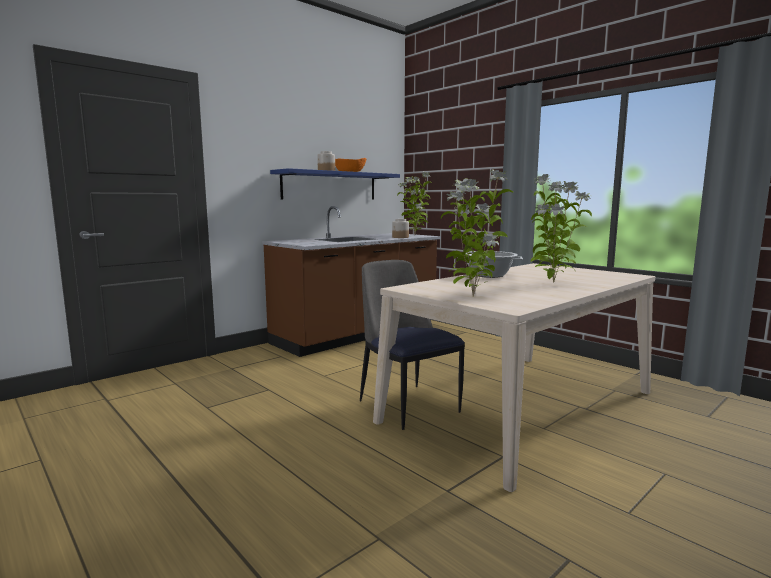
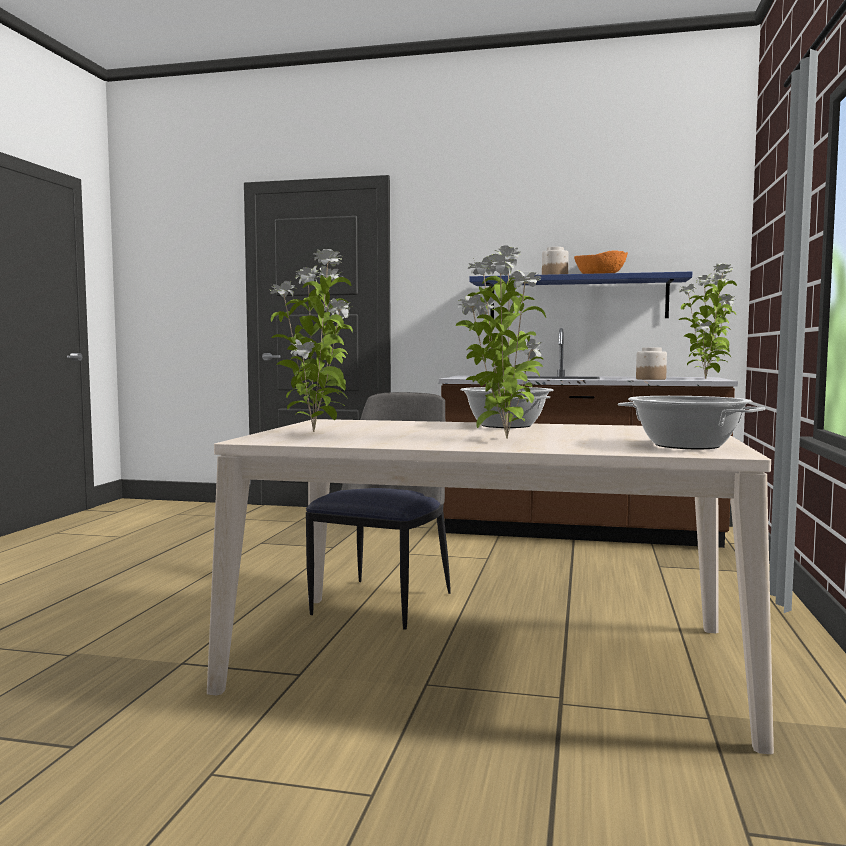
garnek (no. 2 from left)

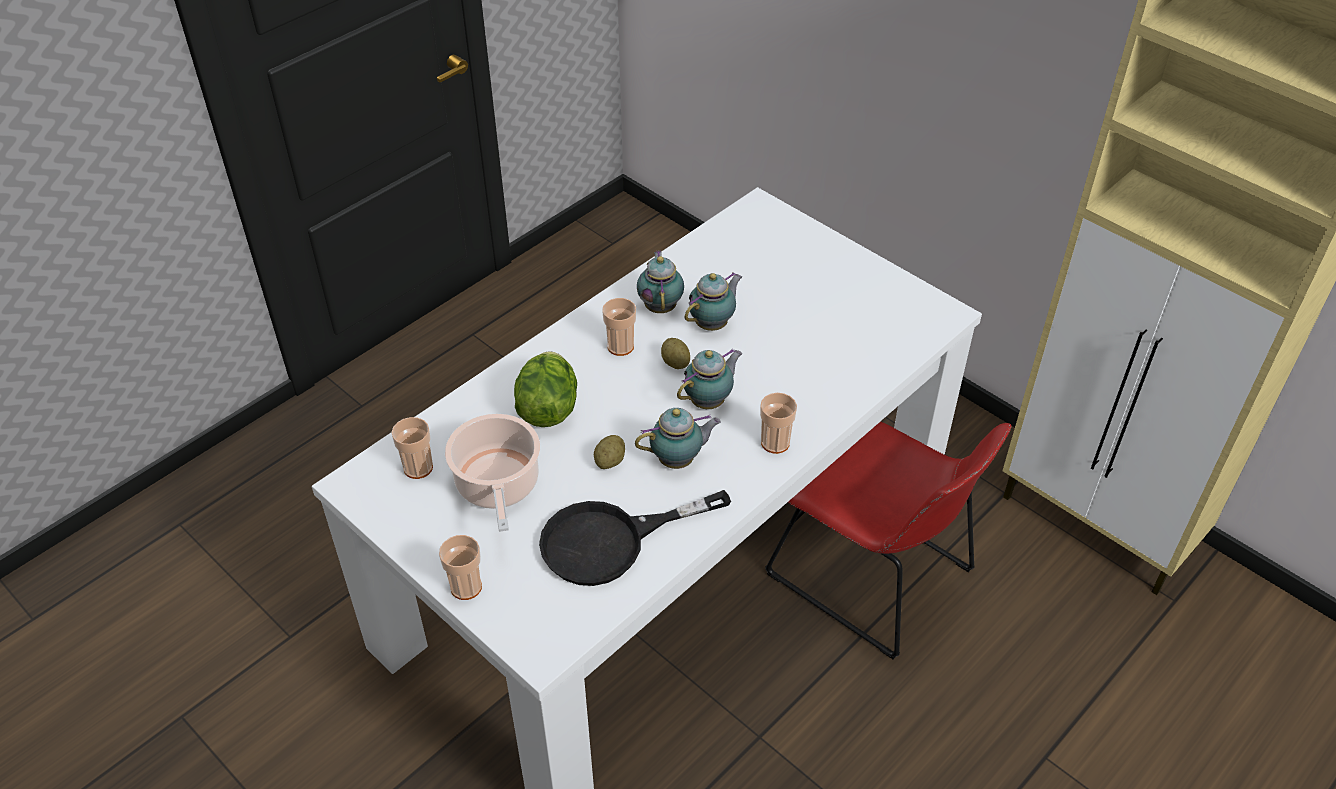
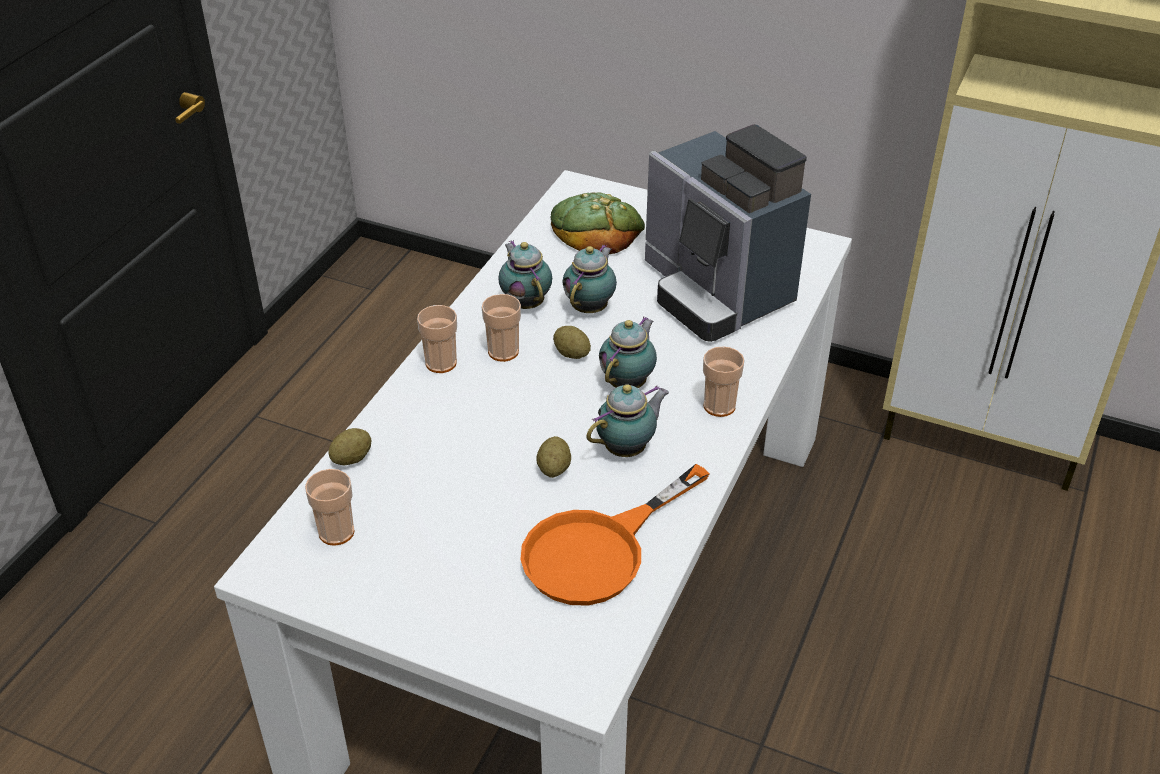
ziemniak (no. 1 from left)
filiżanka (no. 2 from left)
patelnia [pomarańczowy]
chleb
ekspres do kawy
garnek
sałata
krzesło [czerwony]

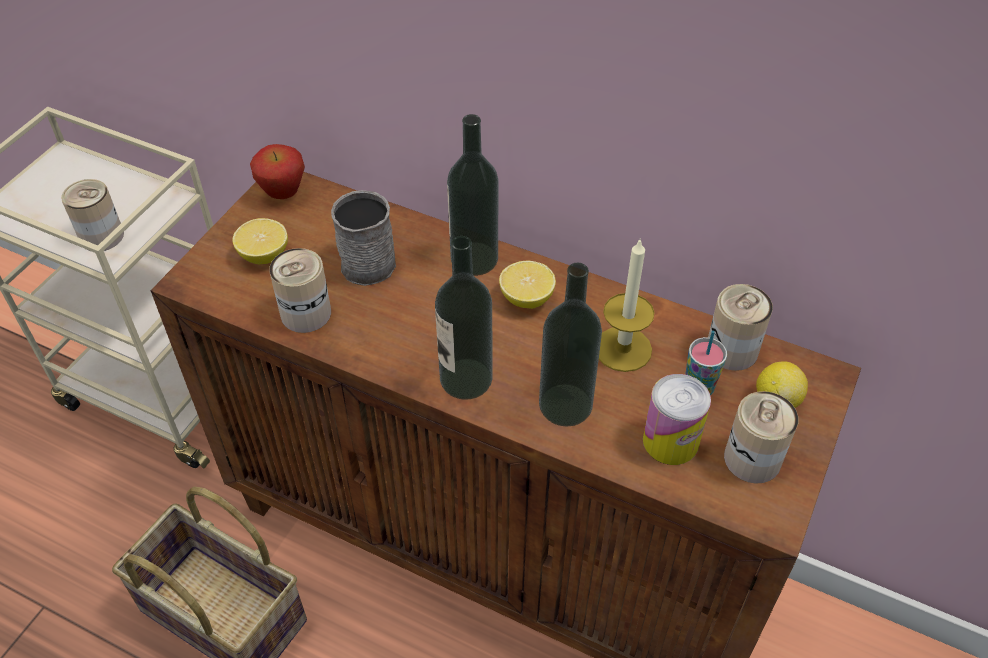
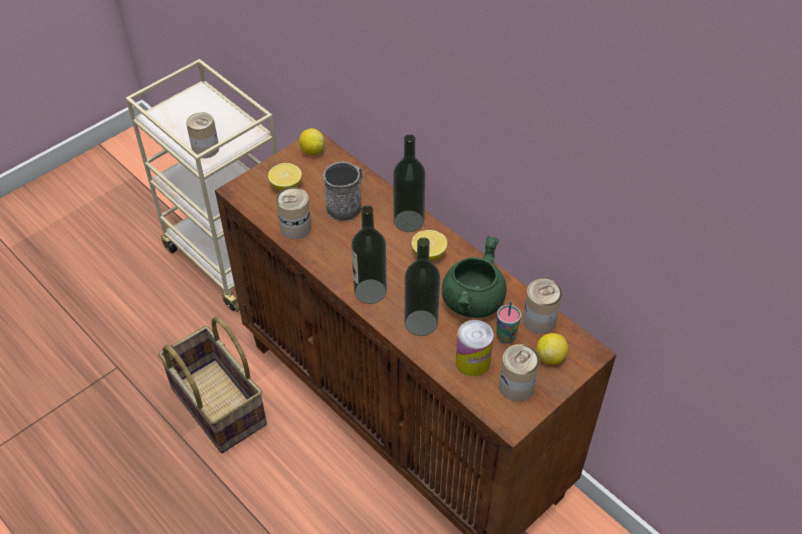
cytryna (no. 2 from left)
garnek [zielony]

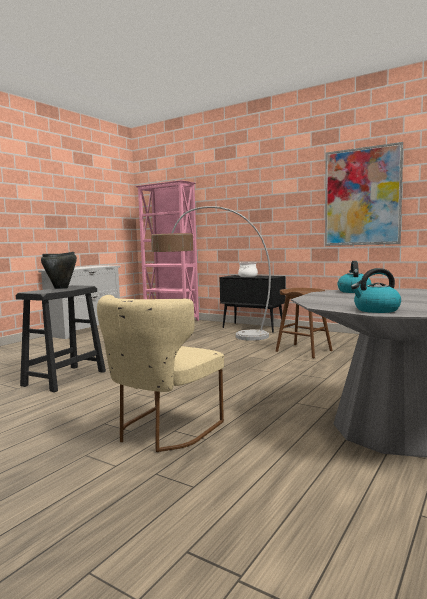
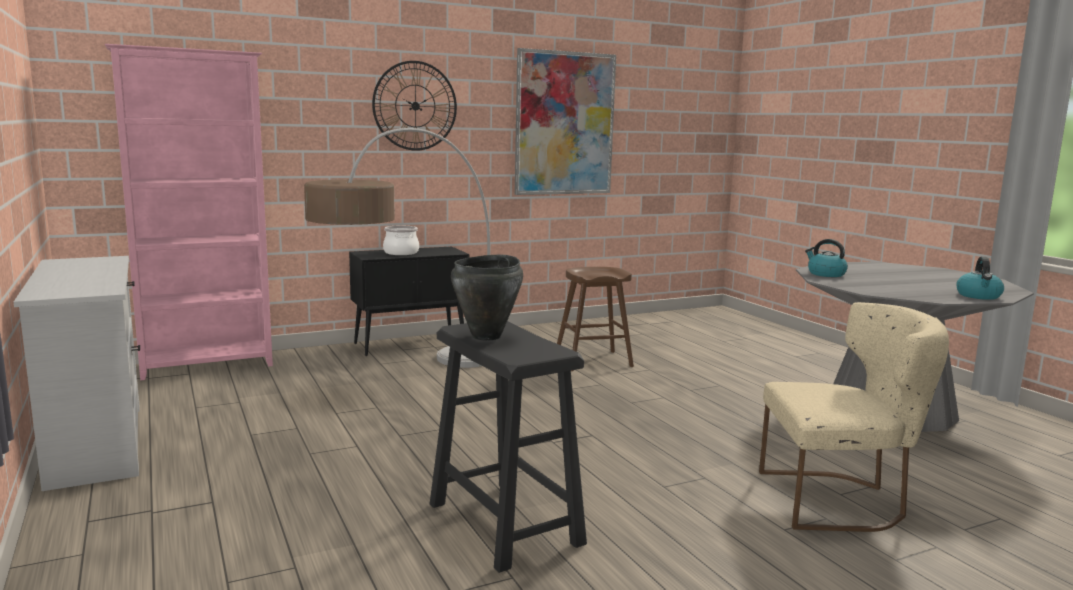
zegar ścienny
krzesło [beżowy]

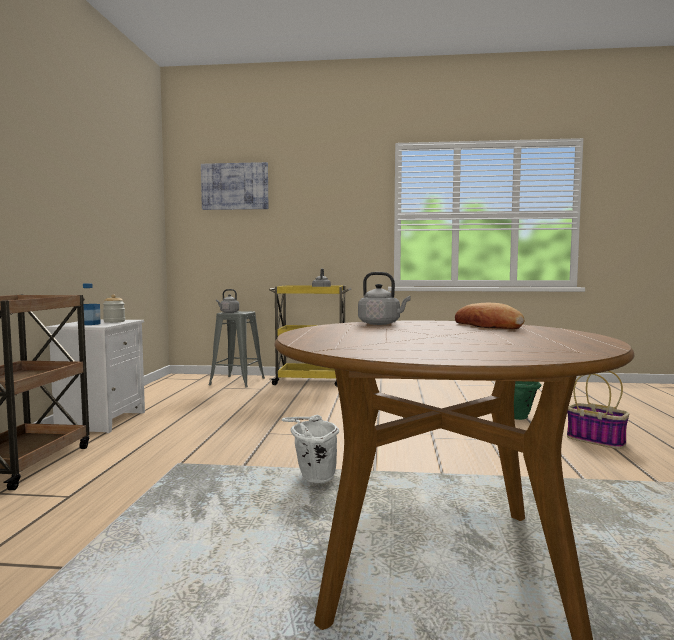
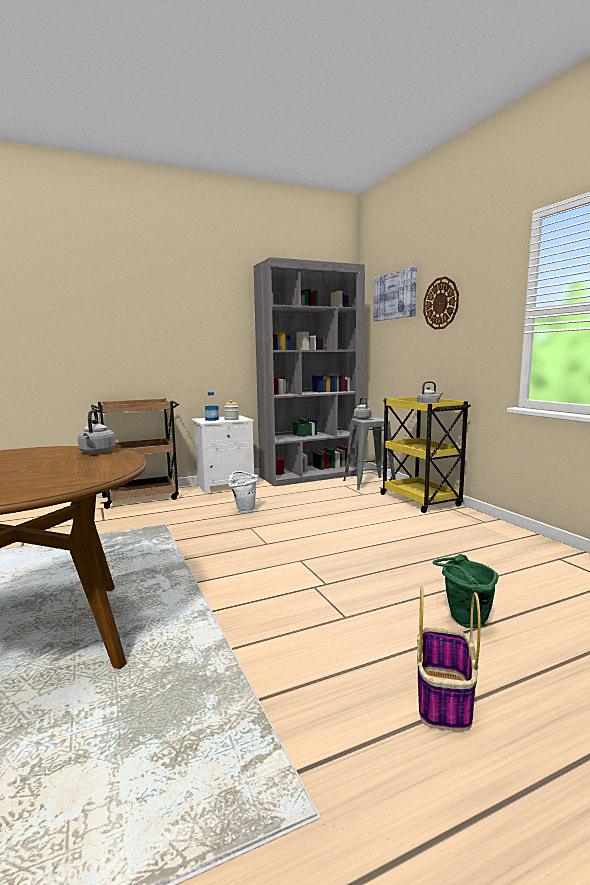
wiadro [biały]
regał [szary]
zegar ścienny
chleb

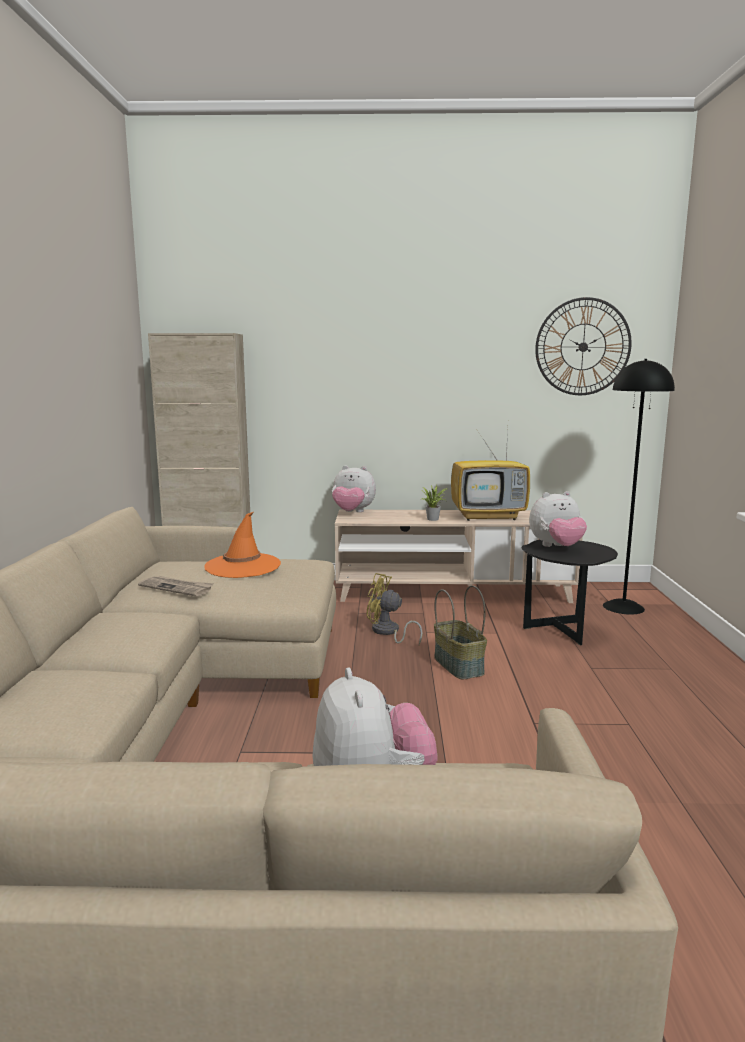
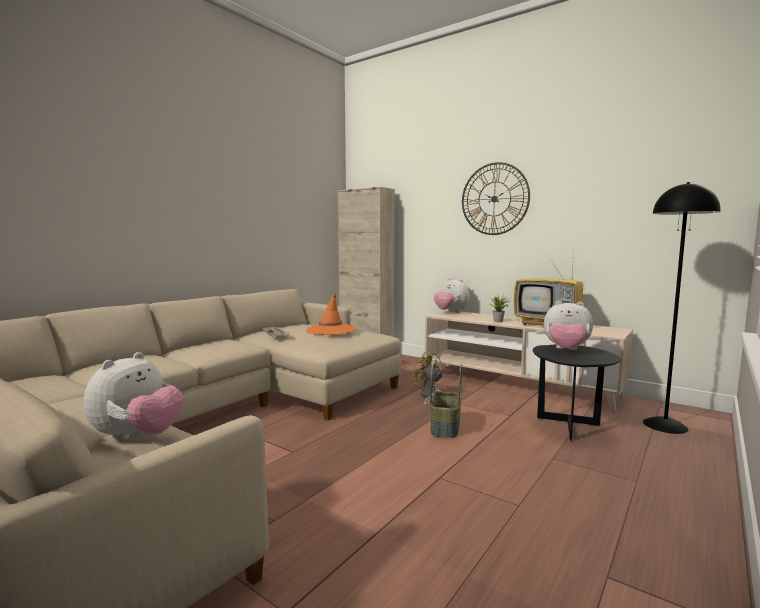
zegar ścienny

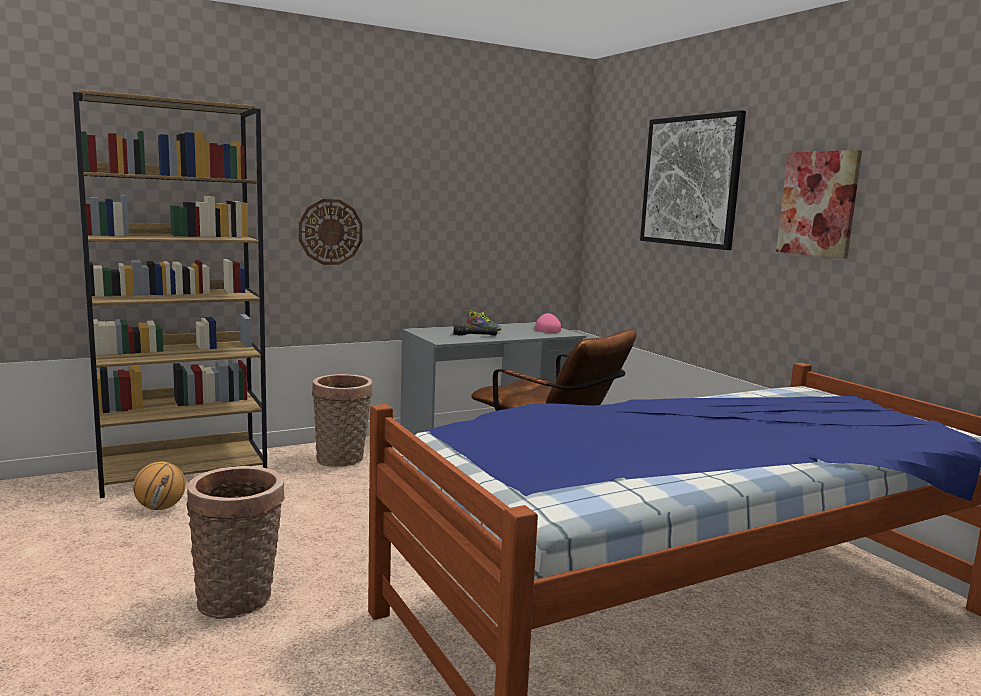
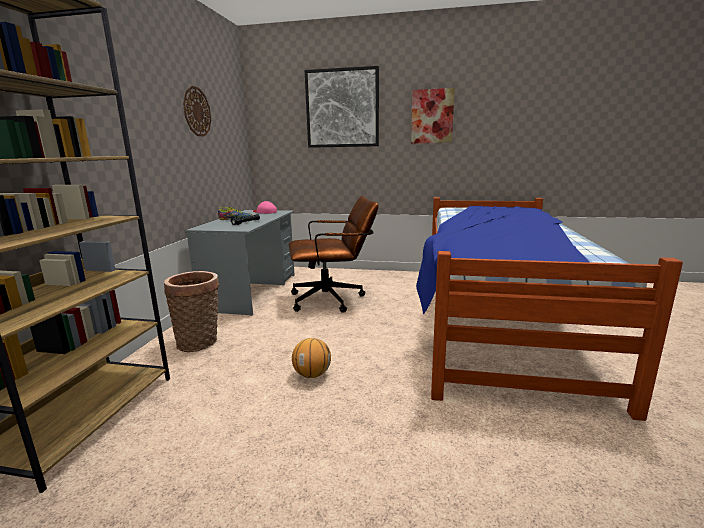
zegar ścienny
piłka do koszykówki
koszyk (no. 1 from left in the first image)

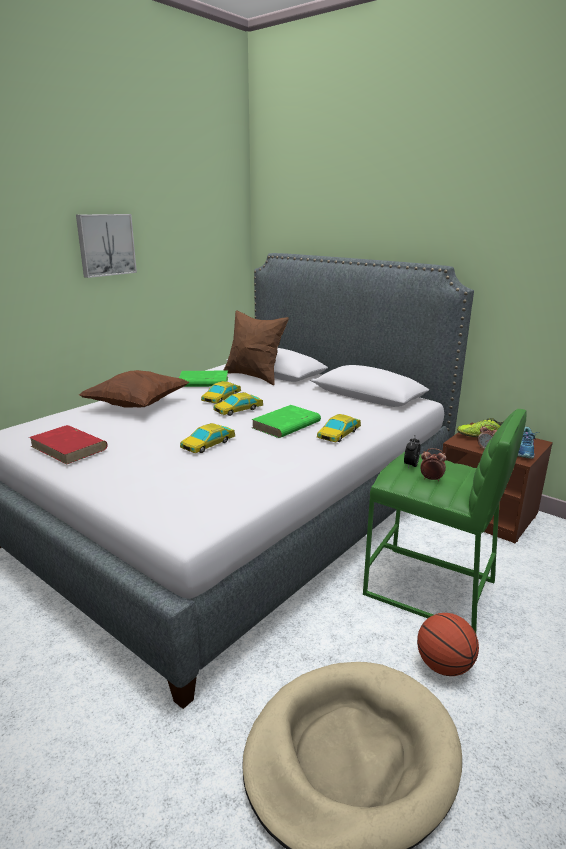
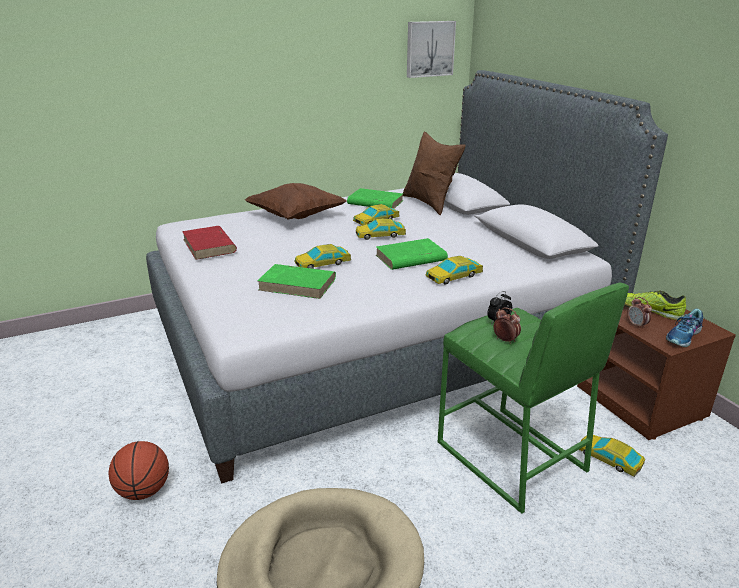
piłka do koszykówki
książka [zielony] (no. 1 from left)
obraz
samochodzik (no. 5 from left)

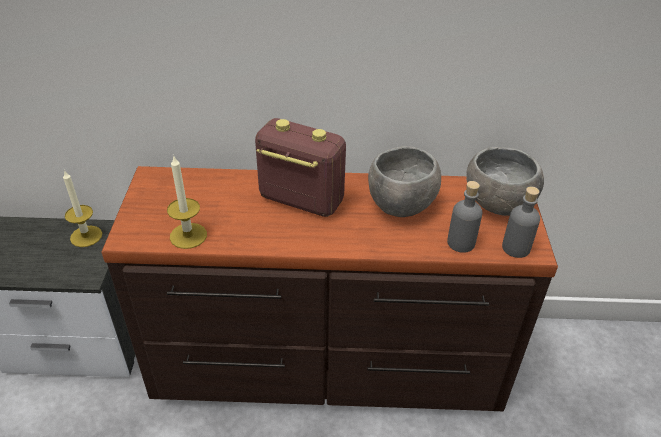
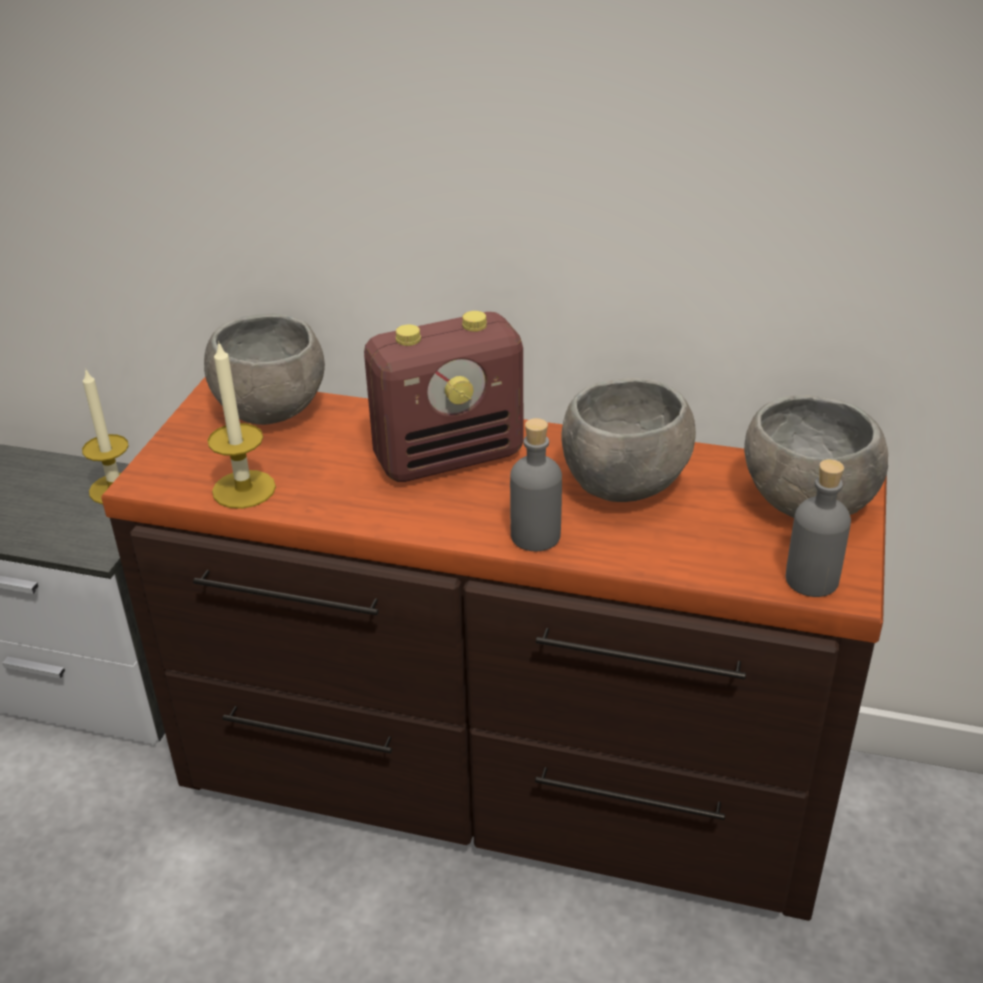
miska [szary] (no. 1 from left)
radio
butelka [szary] (no. 1 from left)

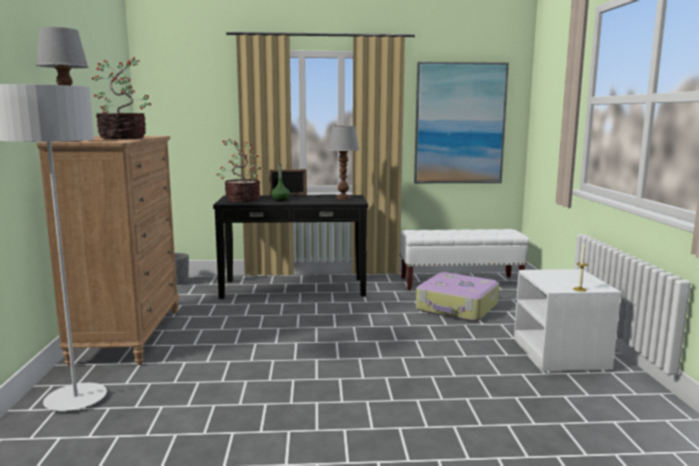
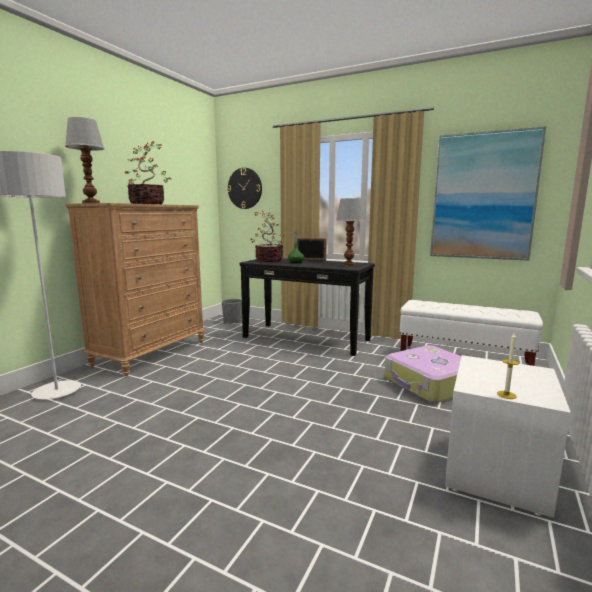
zegar ścienny

